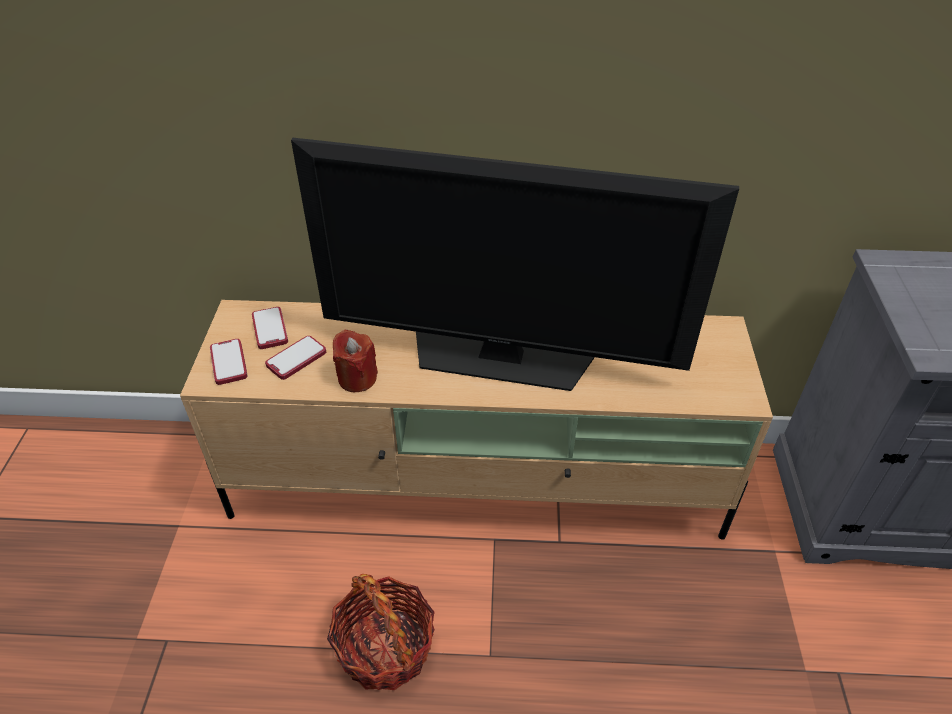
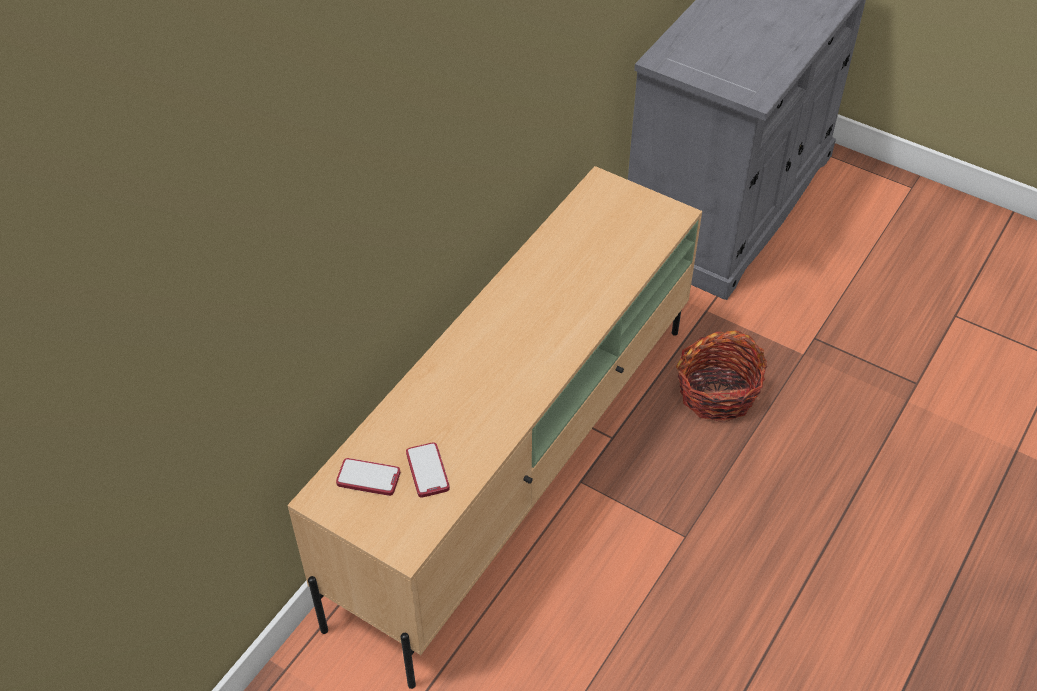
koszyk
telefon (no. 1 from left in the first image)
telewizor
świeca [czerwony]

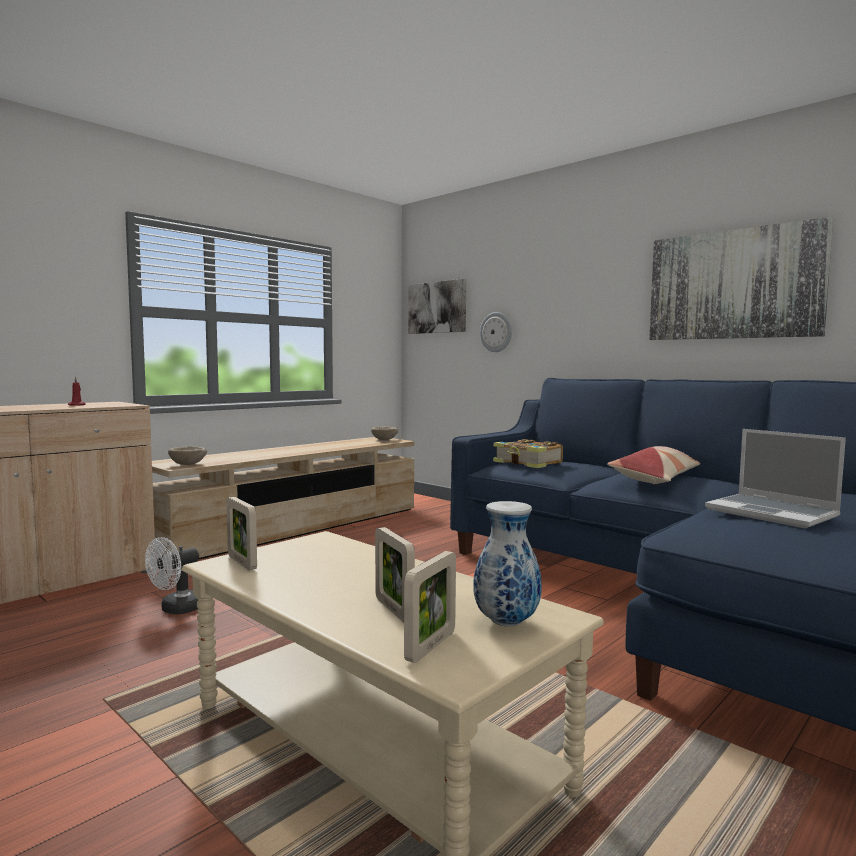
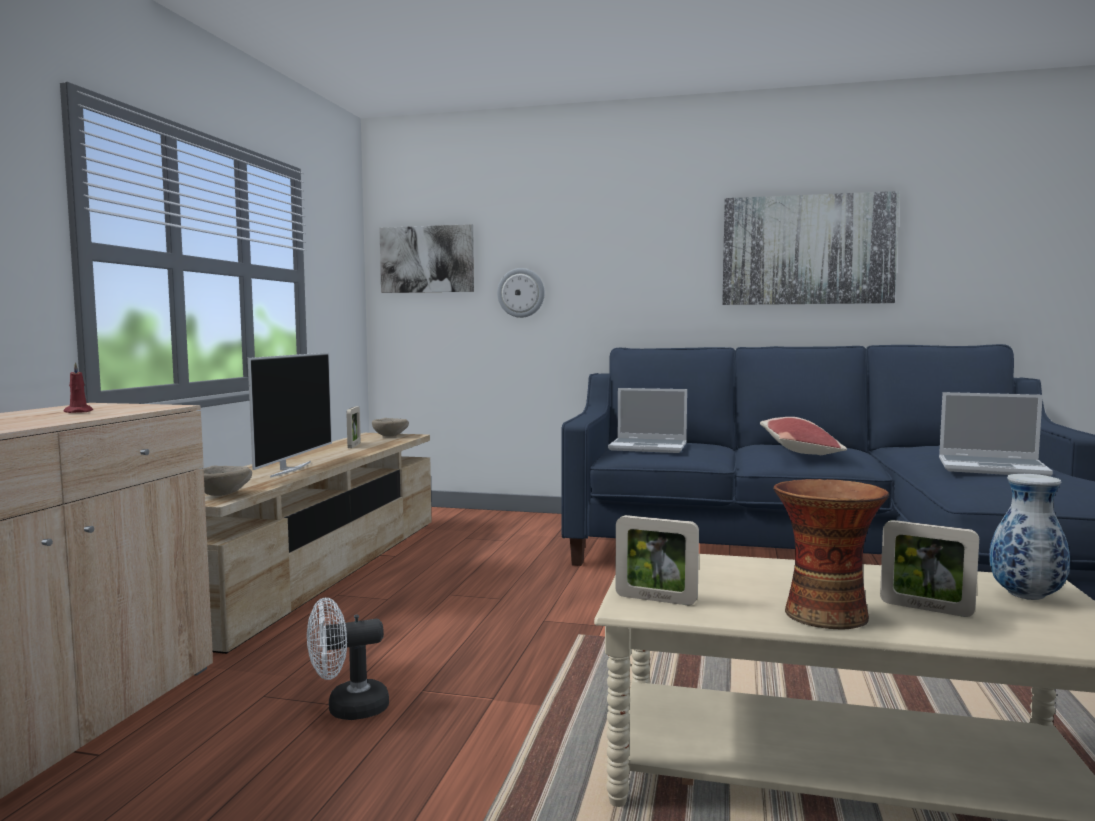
telewizor
wentylator [biały]
ramka na zdjęcie (no. 1 from left)
laptop (no. 1 from left)
wazon (no. 1 from left)

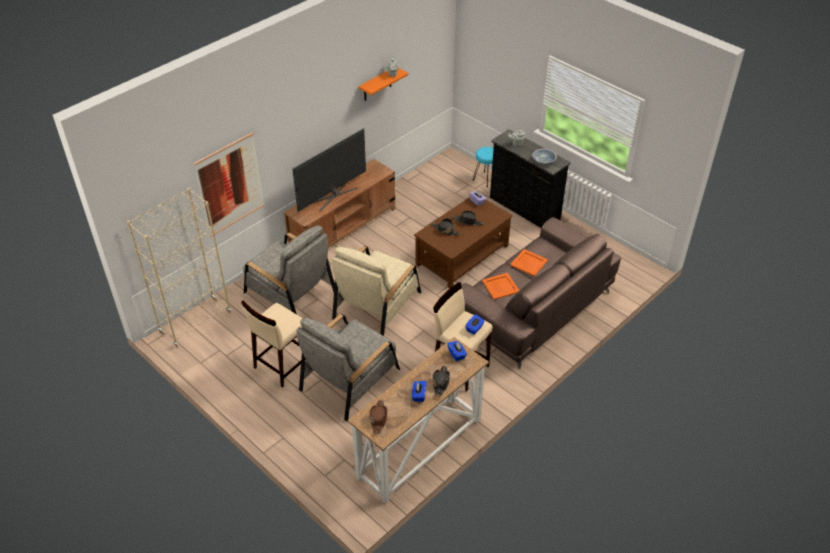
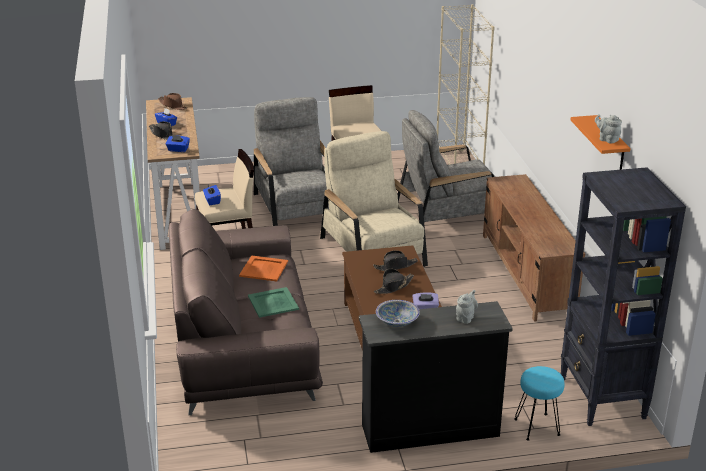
taca [zielony]
regał [czarny]
obraz
telewizor

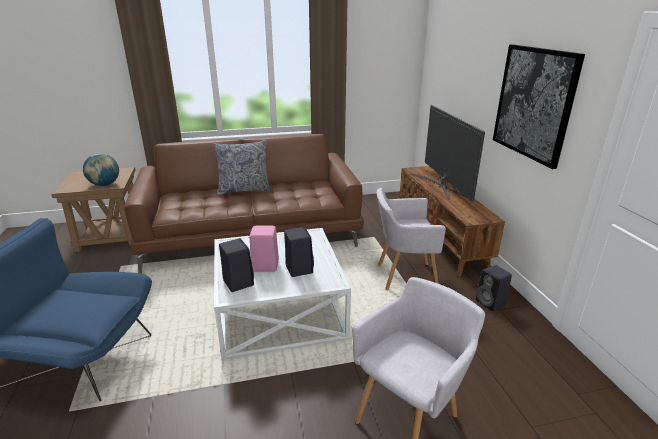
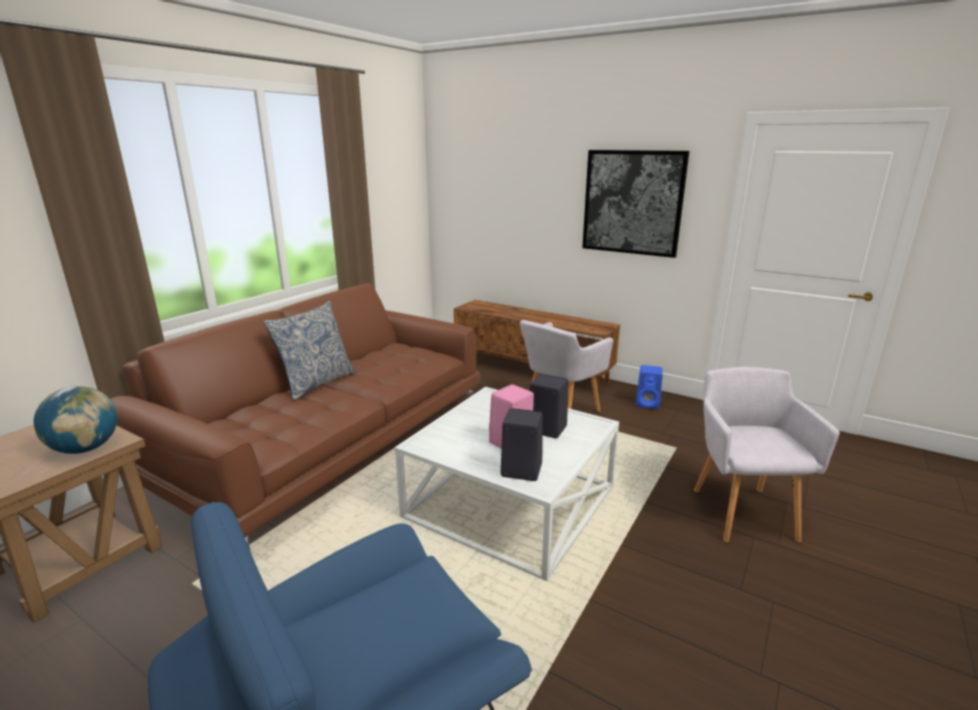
głośnik [niebieski]
telewizor

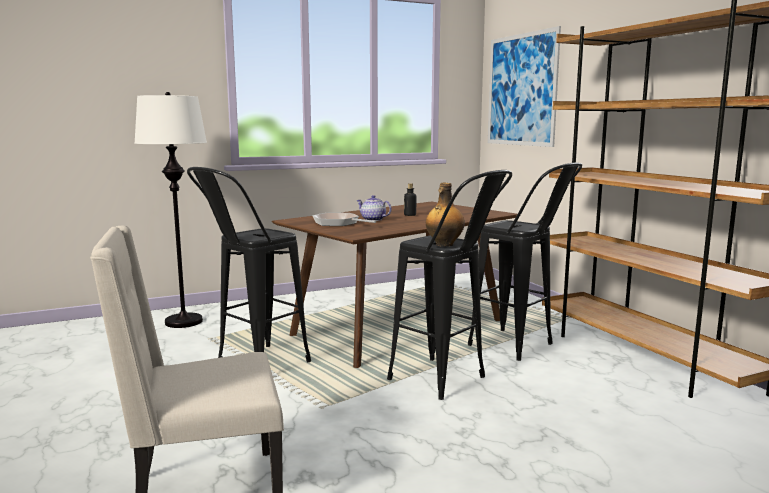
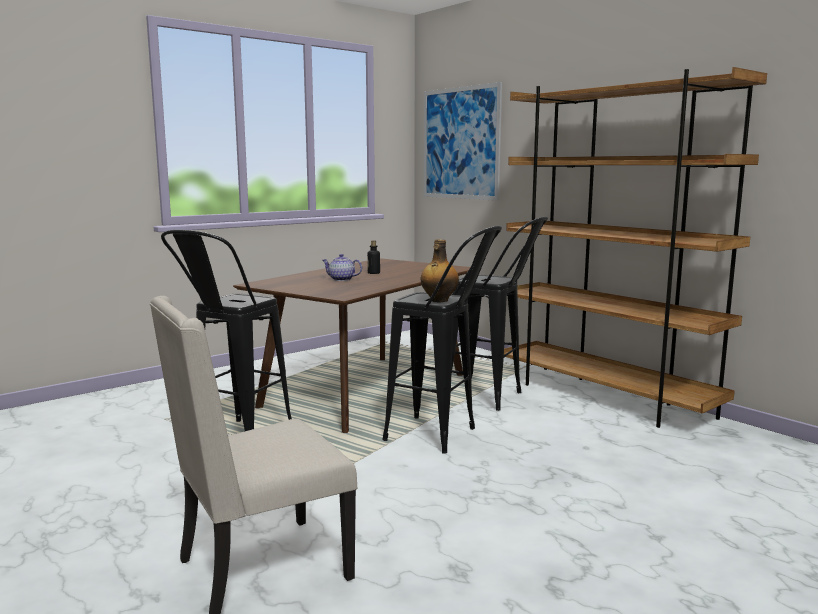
lampa stojąca [biały]
patelnia

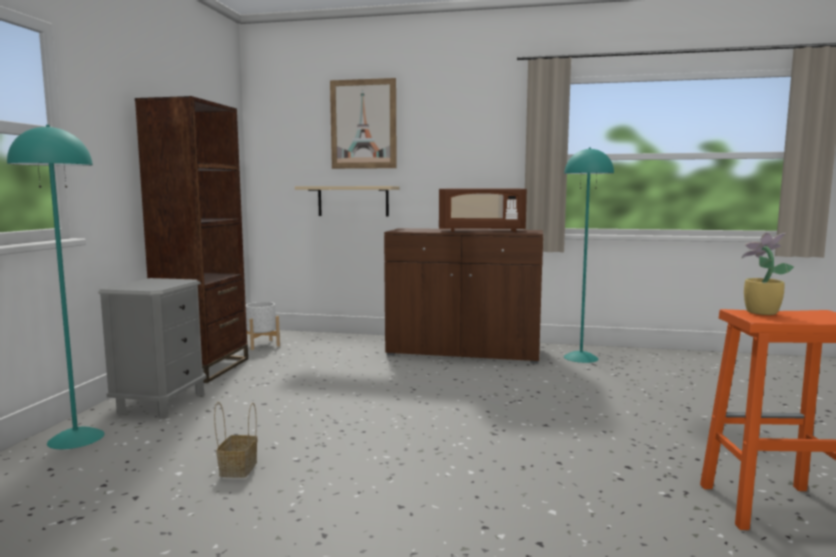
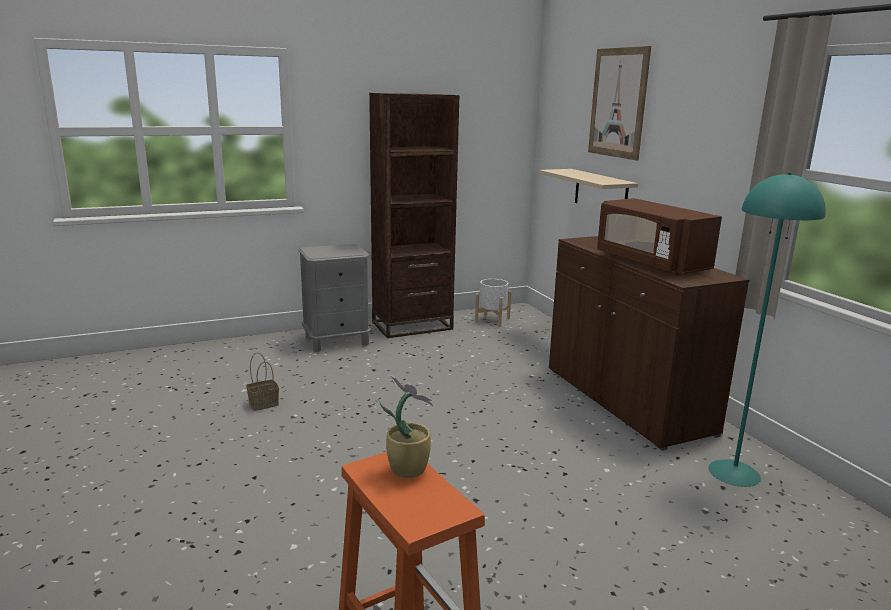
lampa stojąca [turkusowy] (no. 1 from left in the first image)

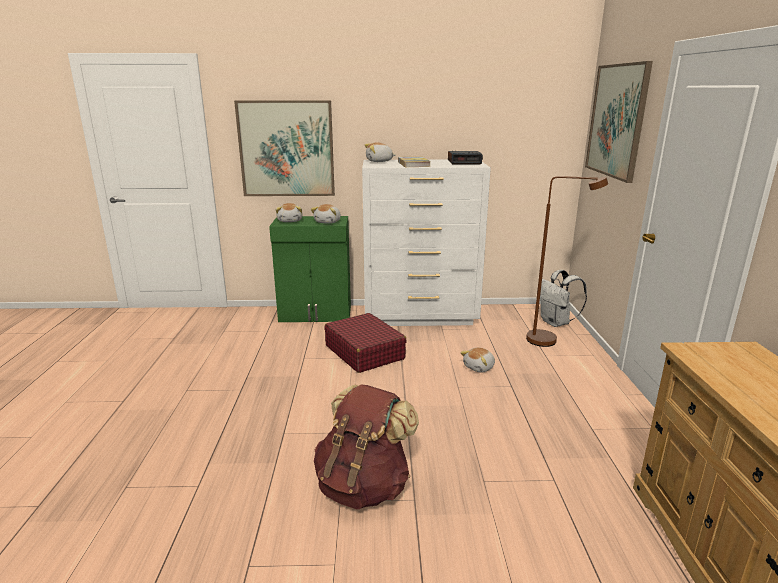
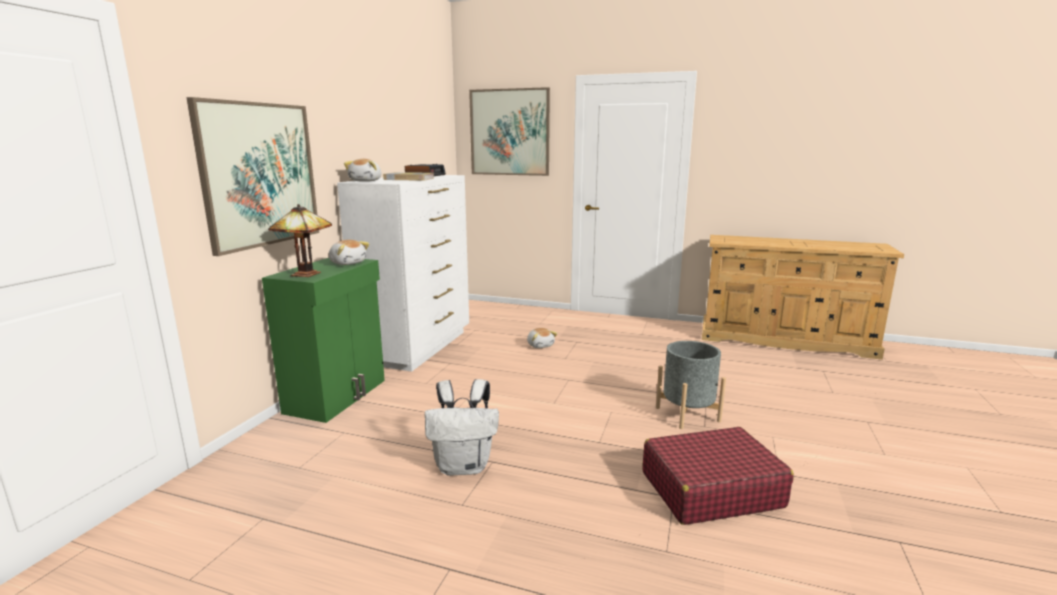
lampa stołowa
plecak [biały]
walizka [czerwony]
donica [szary]
lampa stojąca [brązowy]

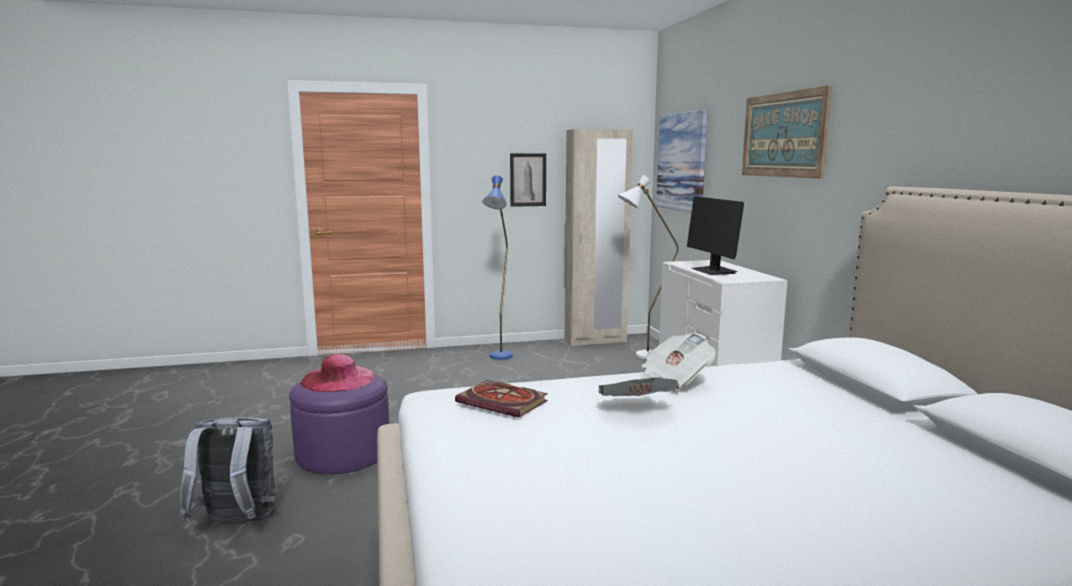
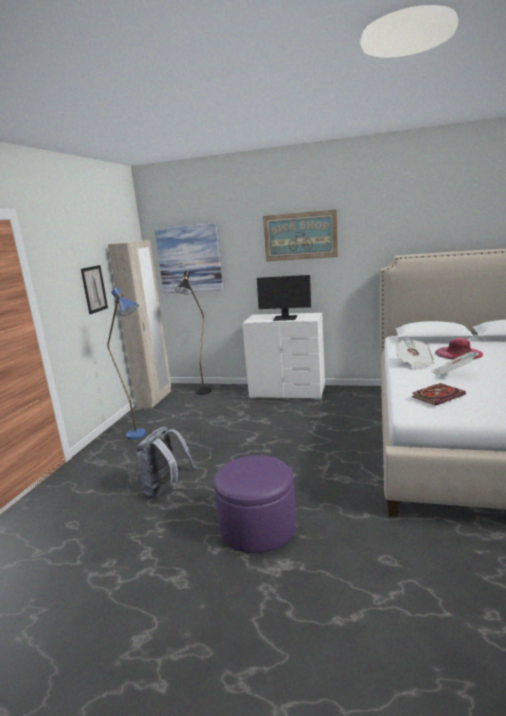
plecak [szary]
lampa stojąca [czarny]
kapelusz [różowy]

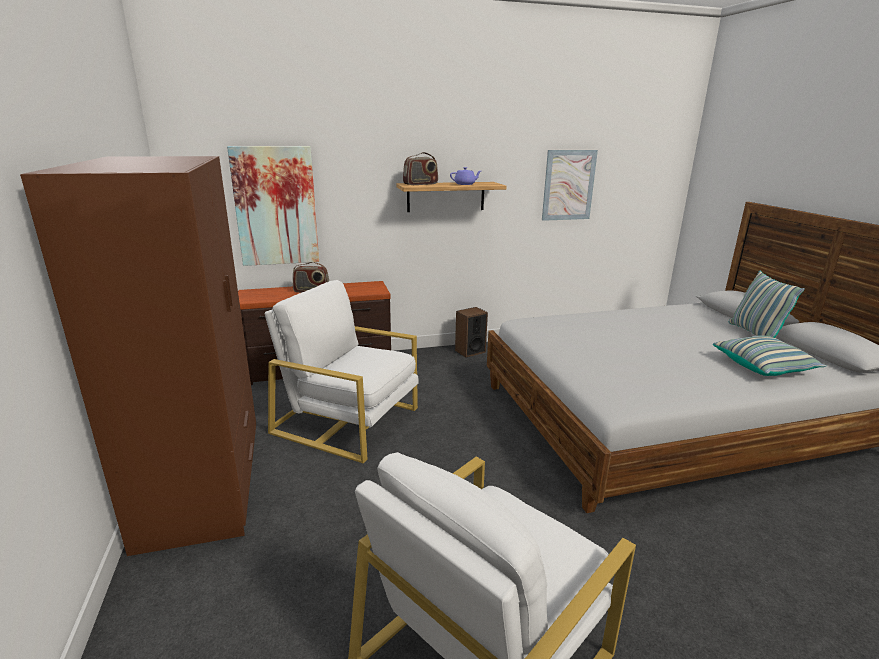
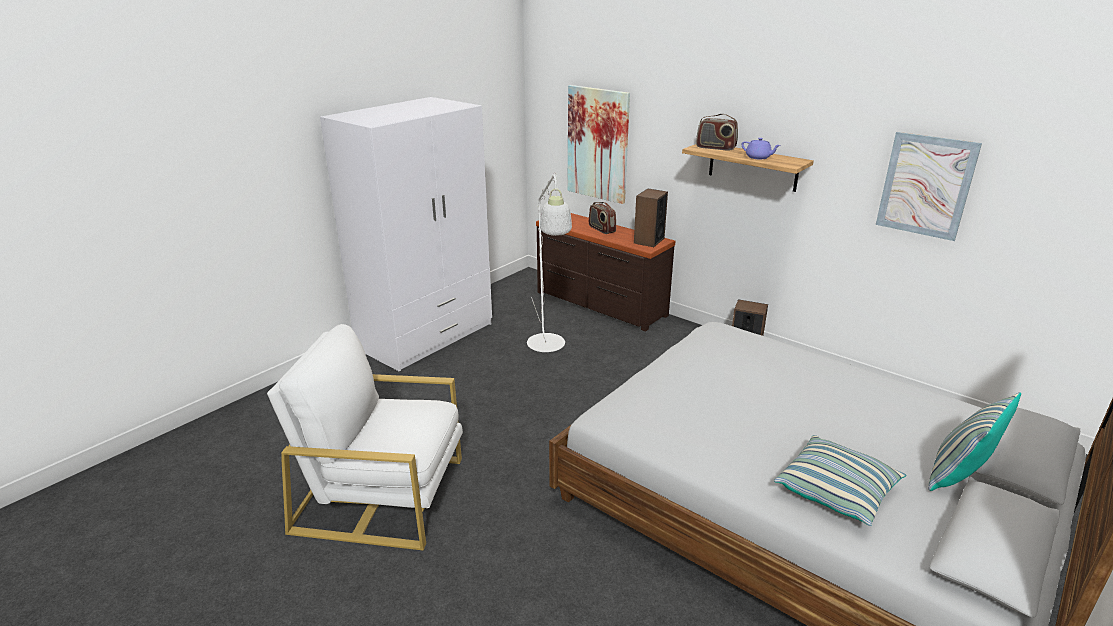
szafa [biały]
lampa stojąca [biały]
głośnik (no. 1 from left)

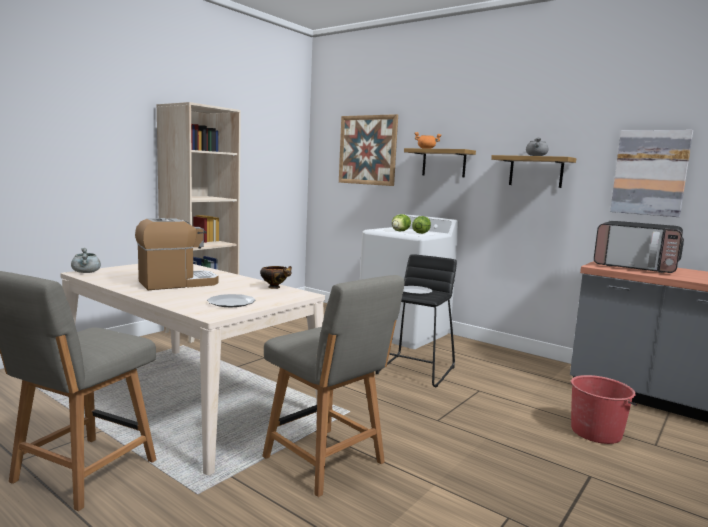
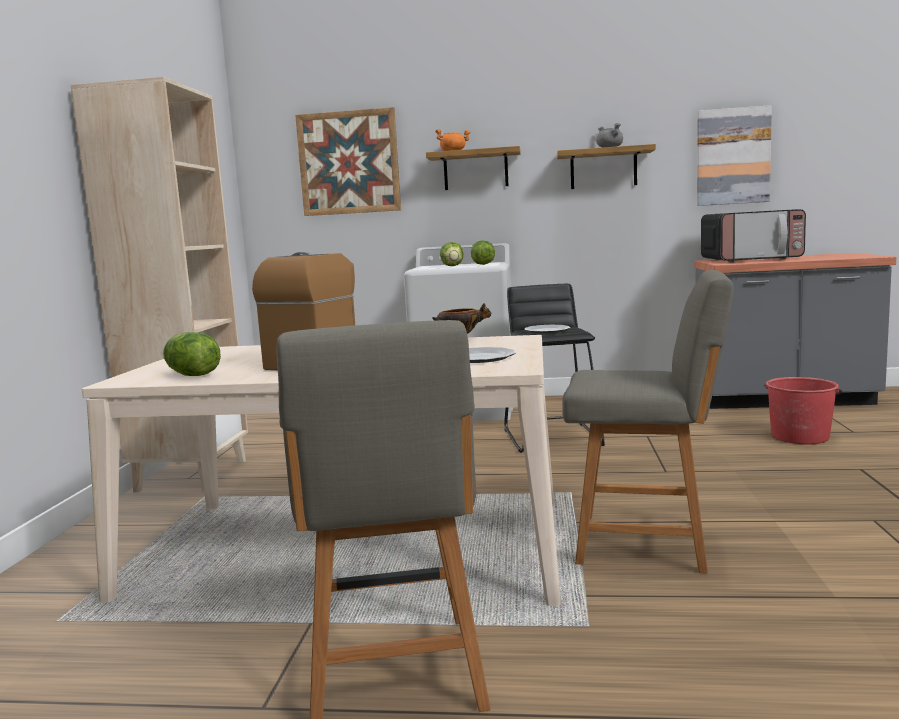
sałata (no. 1 from left)
garnek [szary] (no. 1 from left in the first image)

